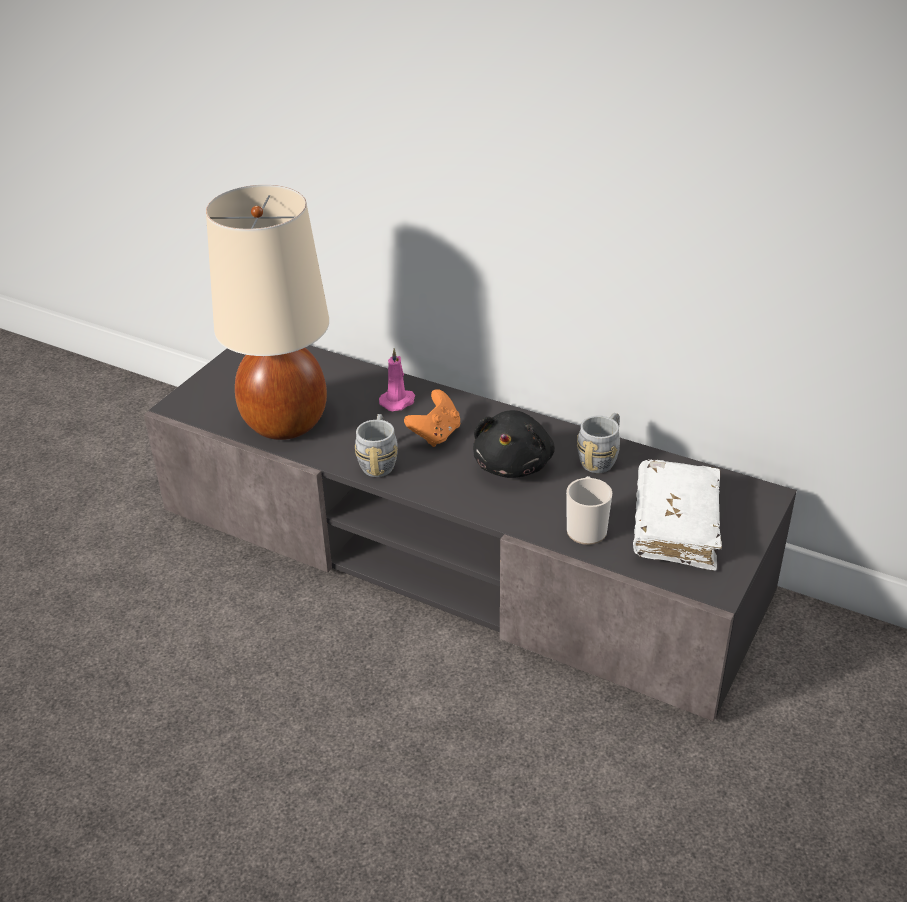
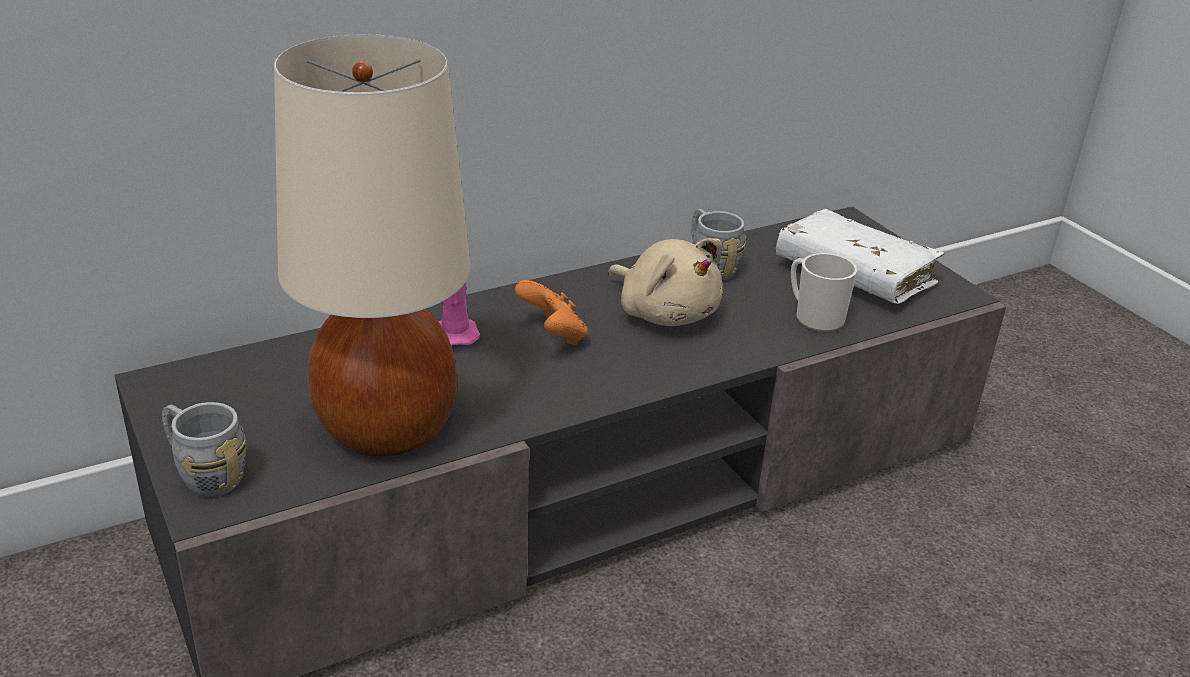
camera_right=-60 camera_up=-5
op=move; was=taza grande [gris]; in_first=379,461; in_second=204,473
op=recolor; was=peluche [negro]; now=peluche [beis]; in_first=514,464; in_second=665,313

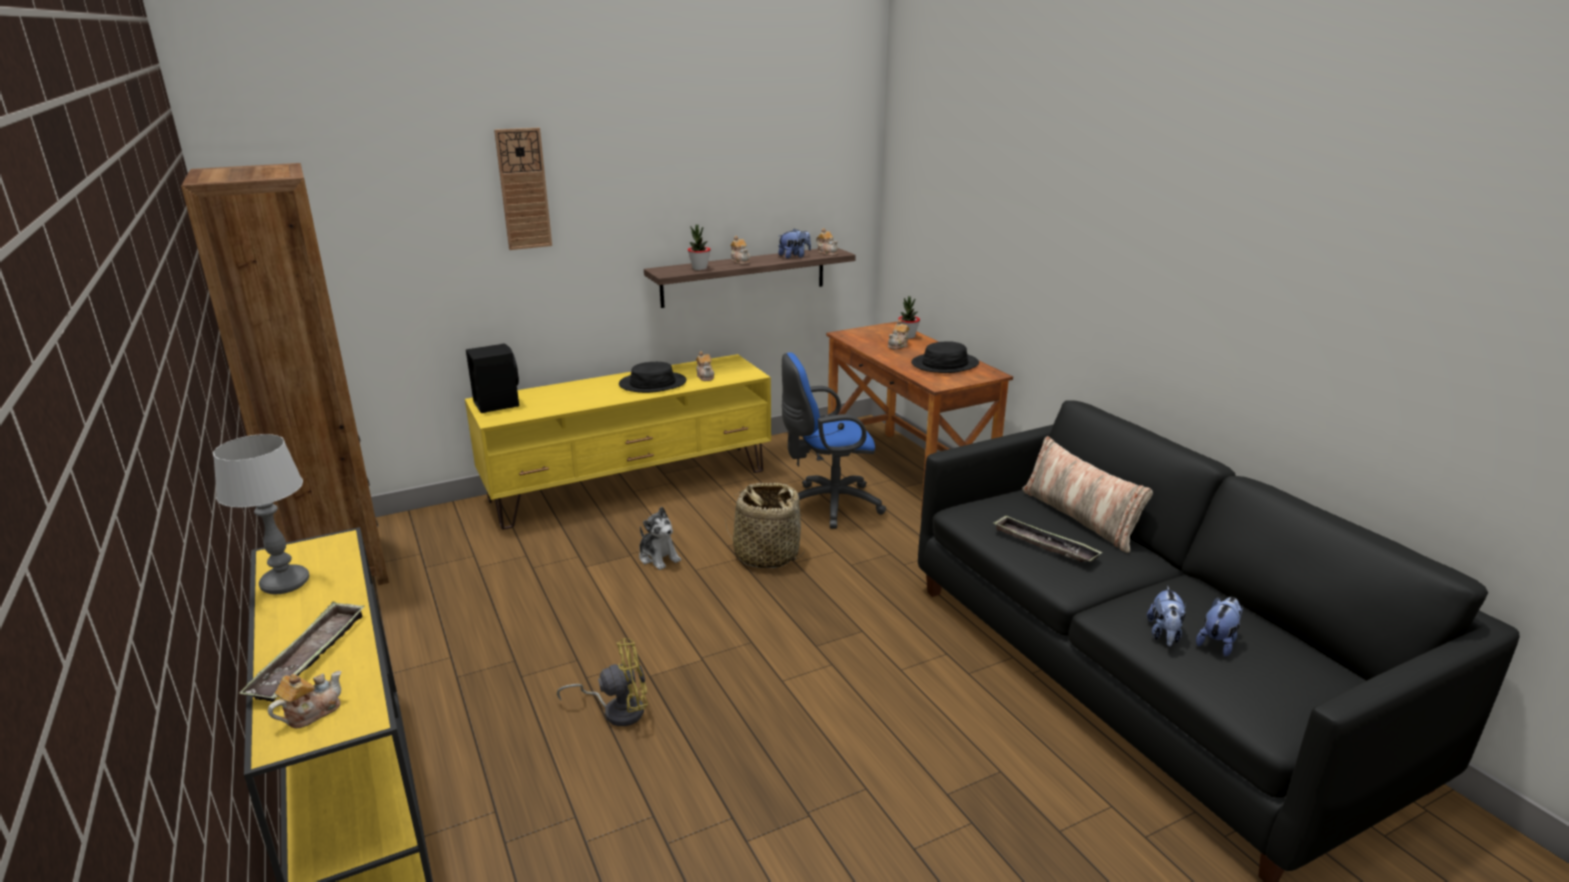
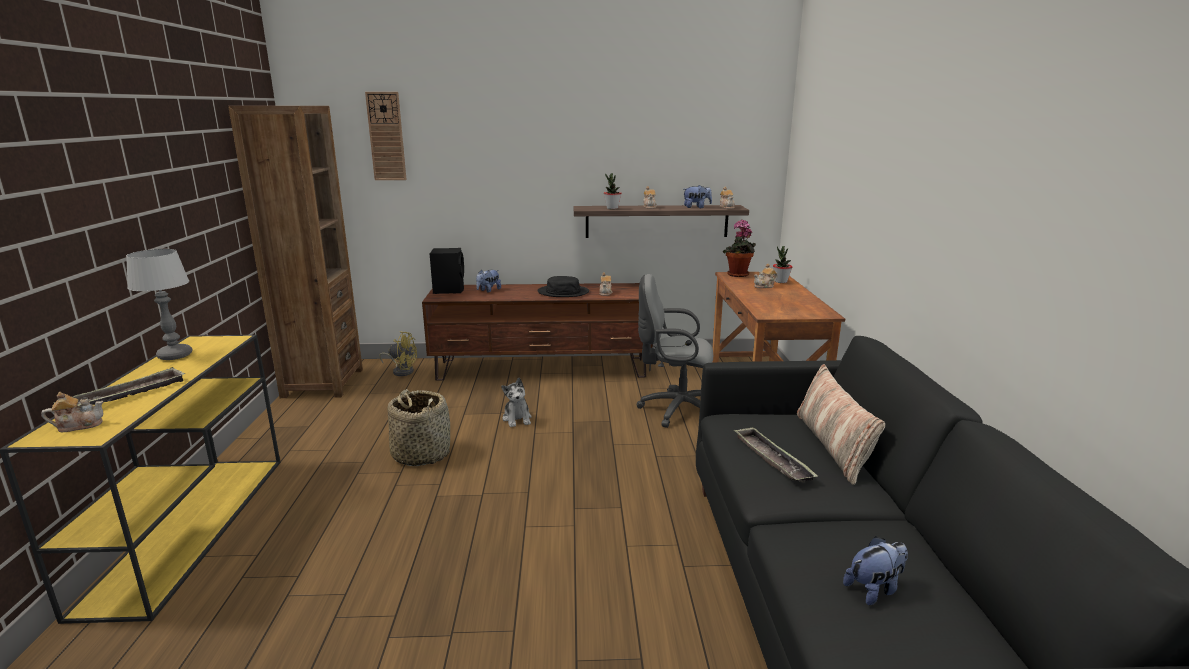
camera_right=25 camera_up=-5
op=recolor; was=mueble de televisión [amarillo]; now=mueble de televisión [marrón]; in_first=631,484; in_second=543,368
op=move; was=reloj de pared; in_first=523,189; in_second=386,136
op=move; was=ventilador [amarillo]; in_first=617,710; in_second=402,371
op=move; was=cesta; in_first=766,554; in_second=421,454
op=recolor; was=silla de oficina [azul]; now=silla de oficina [gris]; in_first=828,505; in_second=675,410
op=delete; was=sombrero [negro]; in_first=945,364
op=move; was=peluche; in_first=1164,635; in_second=488,290
op=insert; now=planta en maceta; in_second=738,275

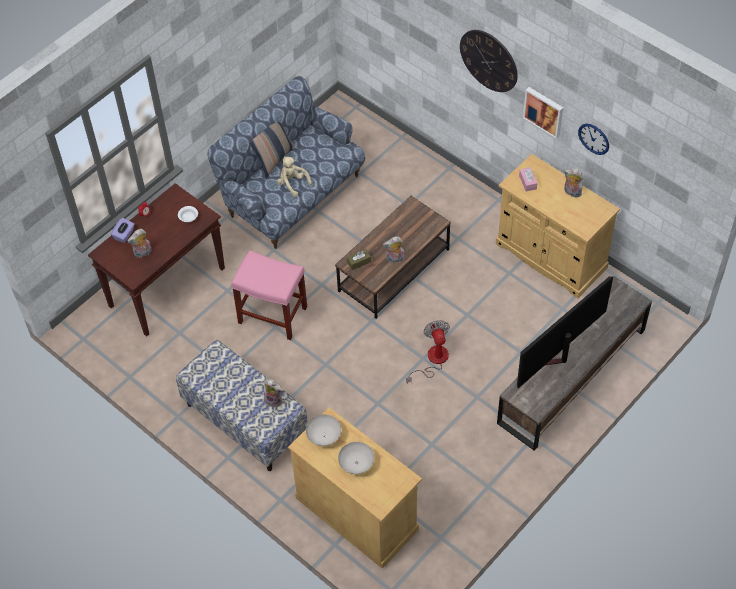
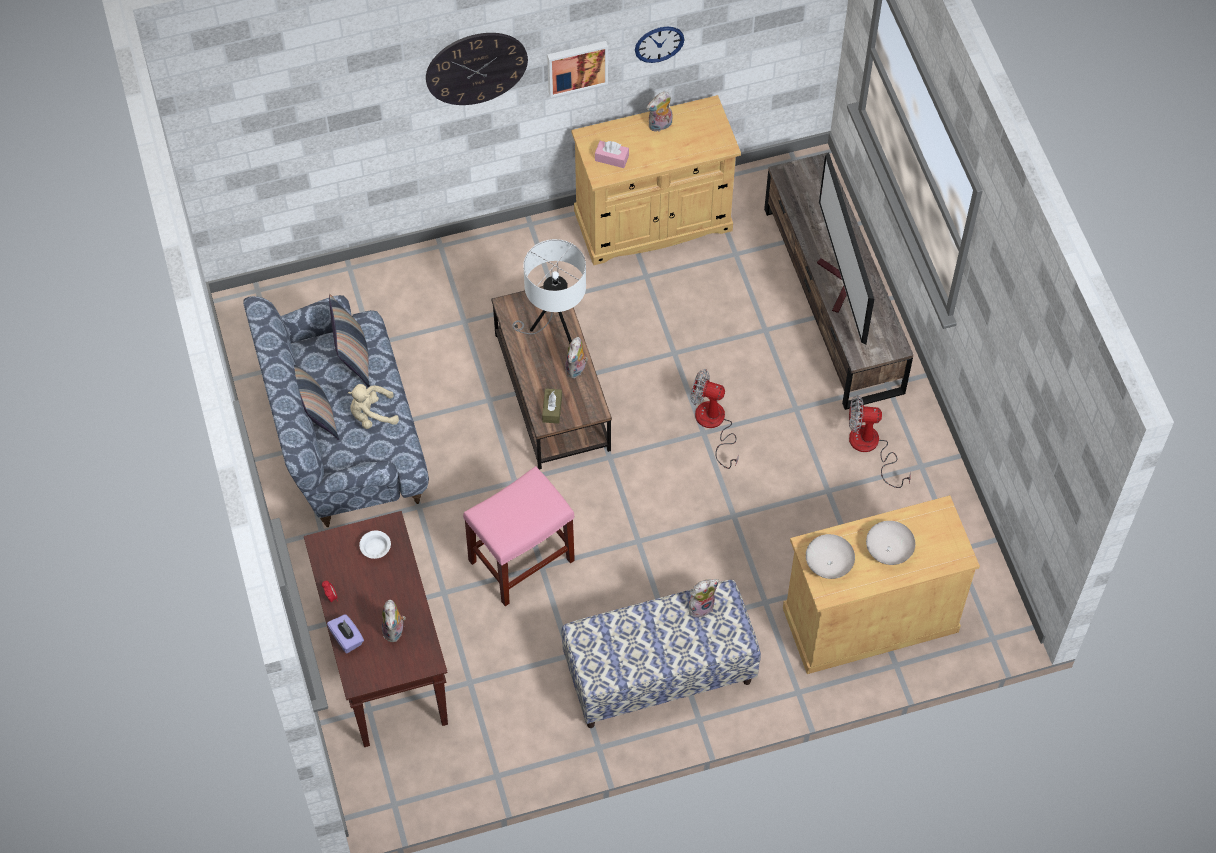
camera_right=-60 camera_up=5
op=insert; now=cojín; in_second=353,358
op=insert; now=lámpara de mesa [blanco]; in_second=553,328
op=insert; now=ventilador; in_second=870,448

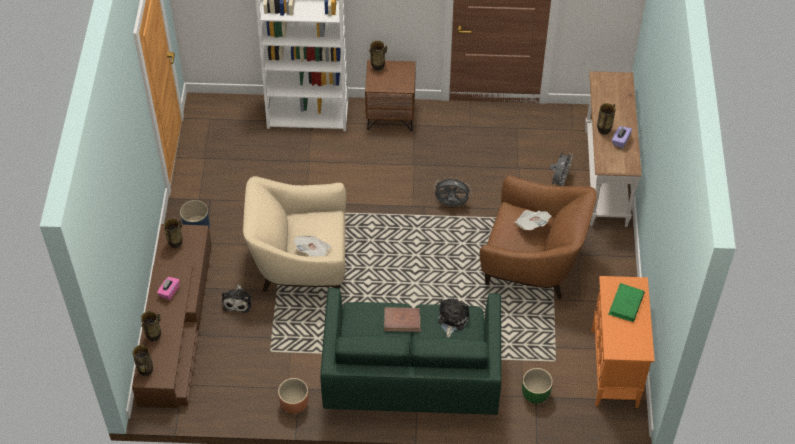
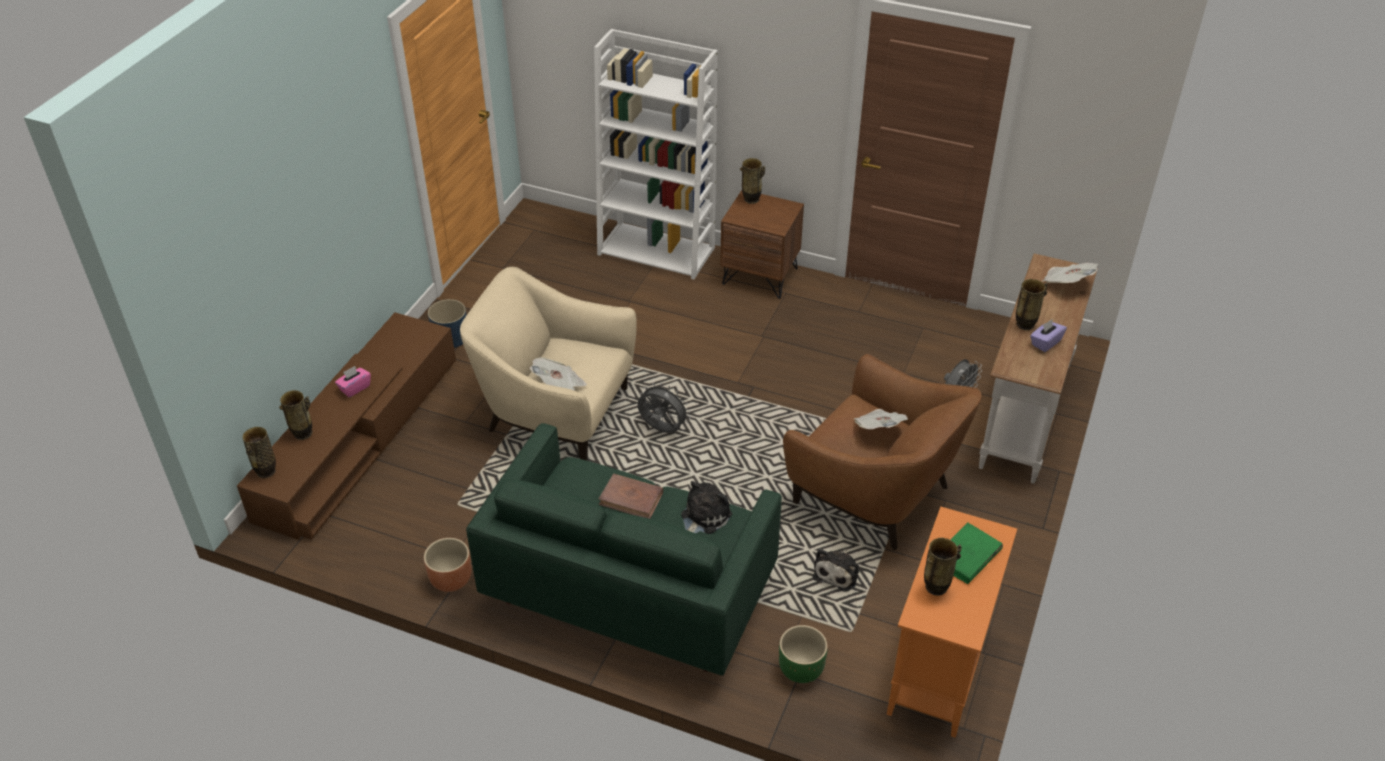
camera_right=20 camera_up=-10
op=move; was=florero; in_first=176,244; in_second=936,587
op=move; was=peluche; in_first=238,301; in_second=838,572
op=move; was=ventilador [gris]; in_first=451,204; in_second=661,430
op=insert; now=periódico; in_second=1066,283

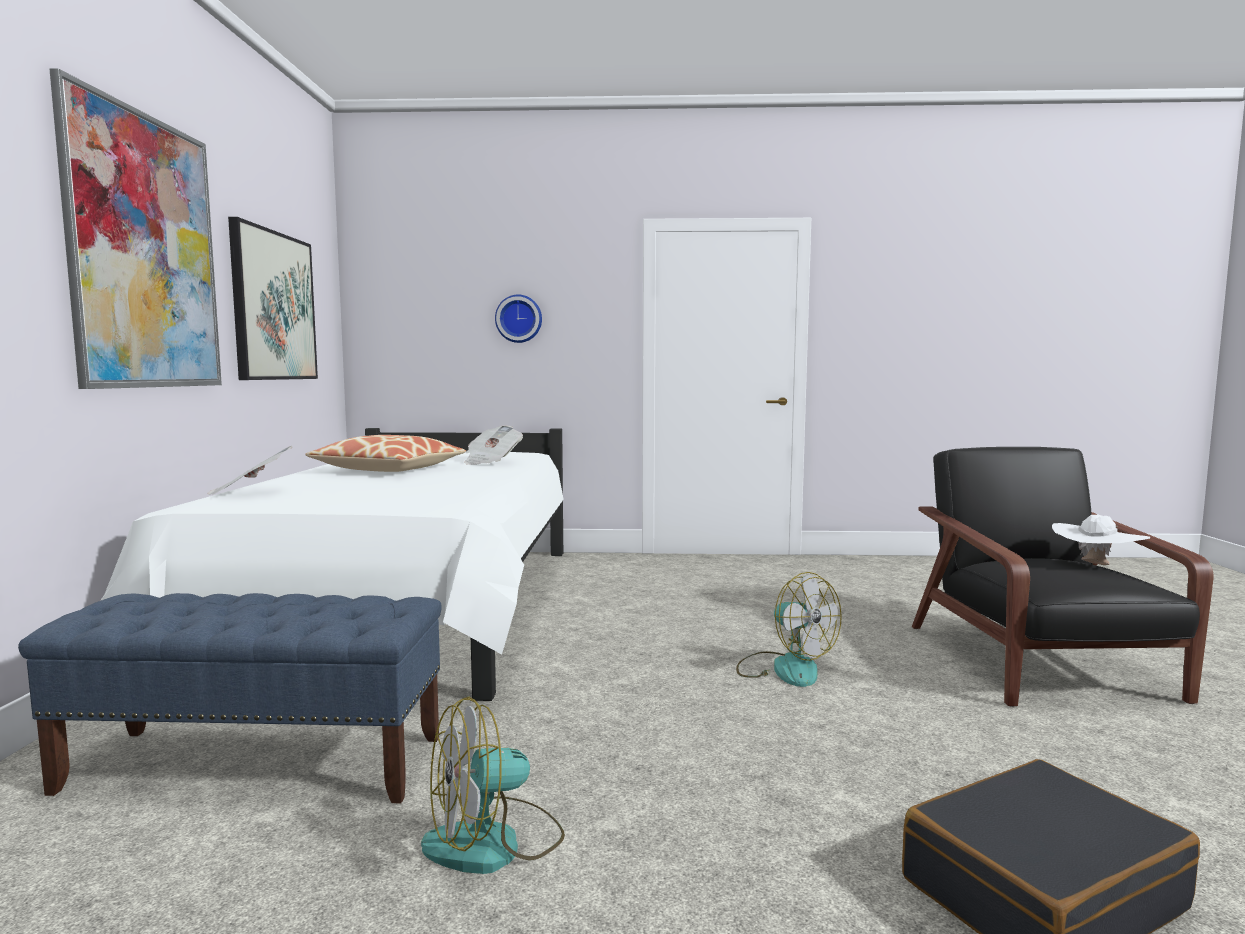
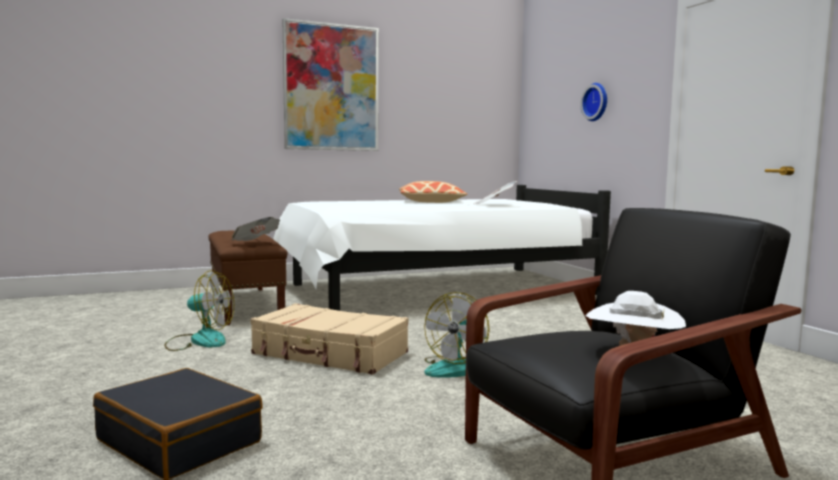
camera_right=65 camera_up=0
op=recolor; was=banco [azul]; now=banco [marrón]; in_first=257,764; in_second=246,305
op=move; was=periódico; in_first=249,493; in_second=255,243
op=delete; was=cuadro; in_first=273,306
op=rotate; was=ventilador; in_first=494,843; in_second=199,341; clockwise=150
op=insert; now=maleta [beis]; in_second=330,354

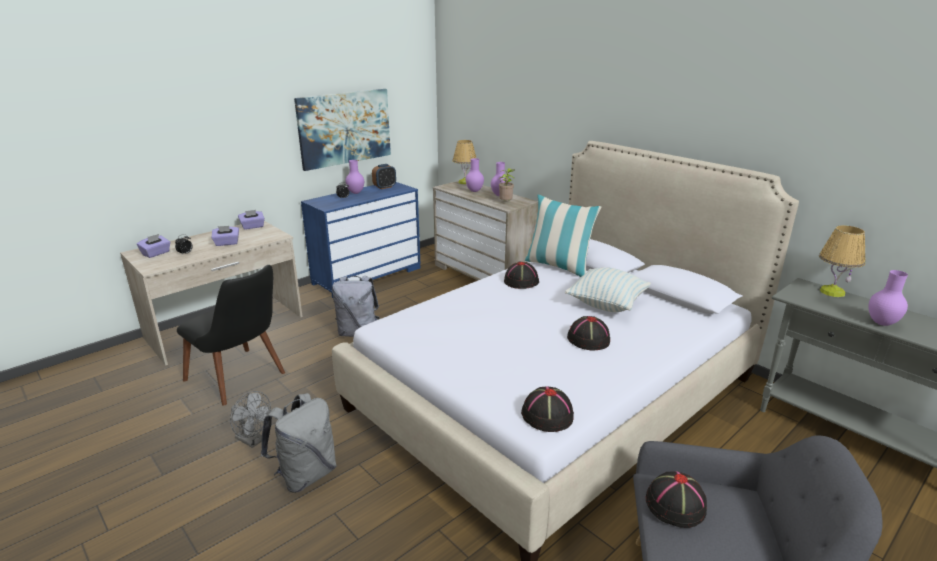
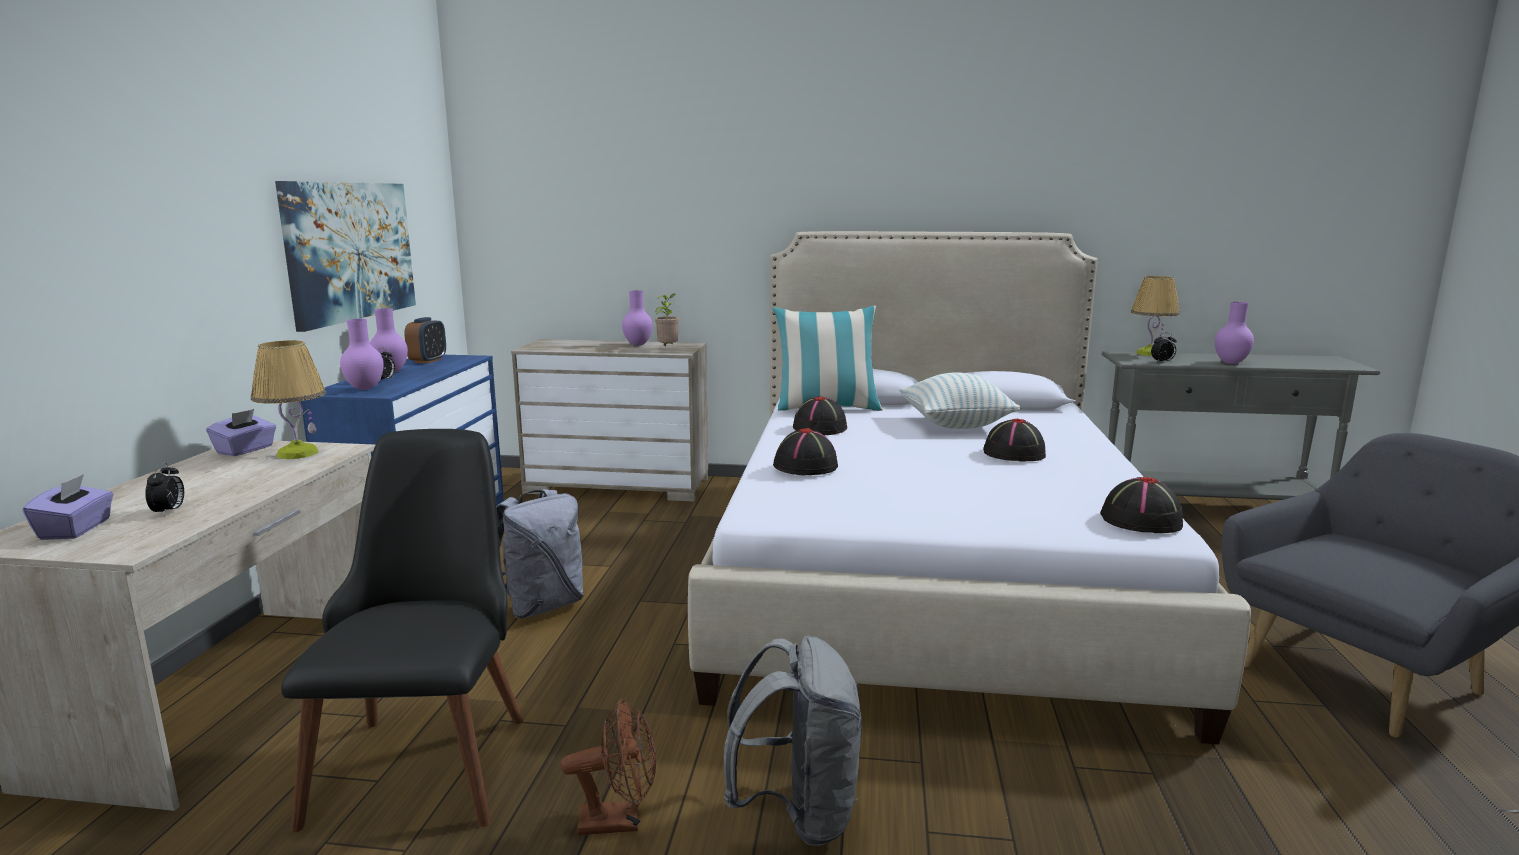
camera_right=-40 camera_up=-10
op=rotate; was=silla [negro]; in_first=243,380; in_second=429,750; clockwise=-90
op=delete; was=caja de pañuelos [morado]; in_first=227,243
op=recolor; was=ventilador [gris]; now=ventilador [marrón]; in_first=253,440; in_second=619,821
op=move; was=lámpara de mesa; in_first=464,182; in_second=297,453
op=move; was=florero [morado]; in_first=475,191; in_second=365,388
op=move; was=sombrero [negro]; in_first=675,505; in_second=806,466
op=insert; now=despertador; in_second=1162,362

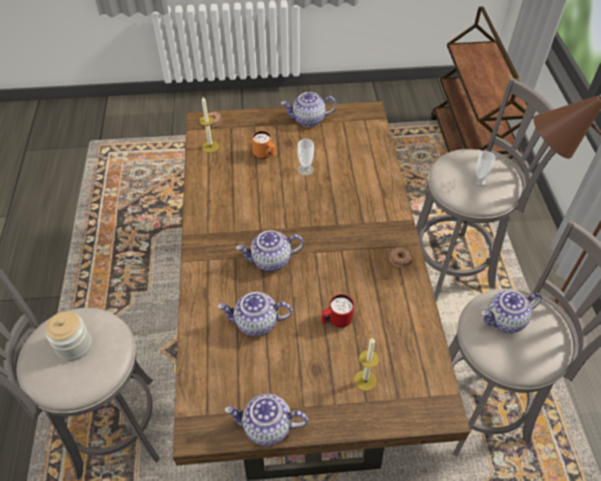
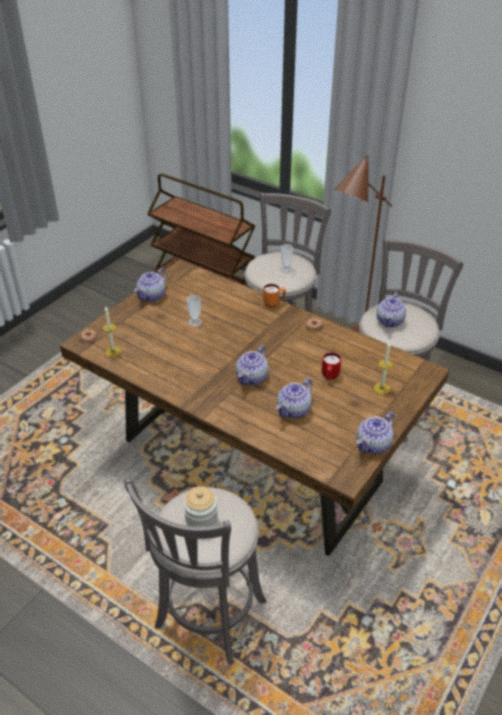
camera_right=-50 camera_up=-10
op=move; was=taza grande [naranja]; in_first=265,155; in_second=274,303

